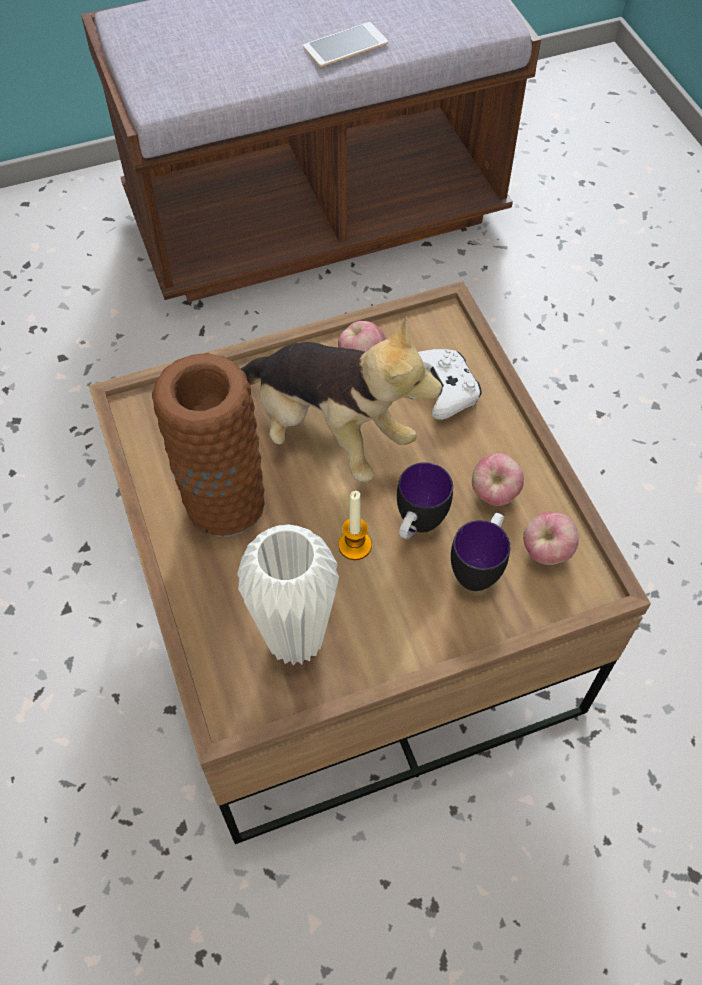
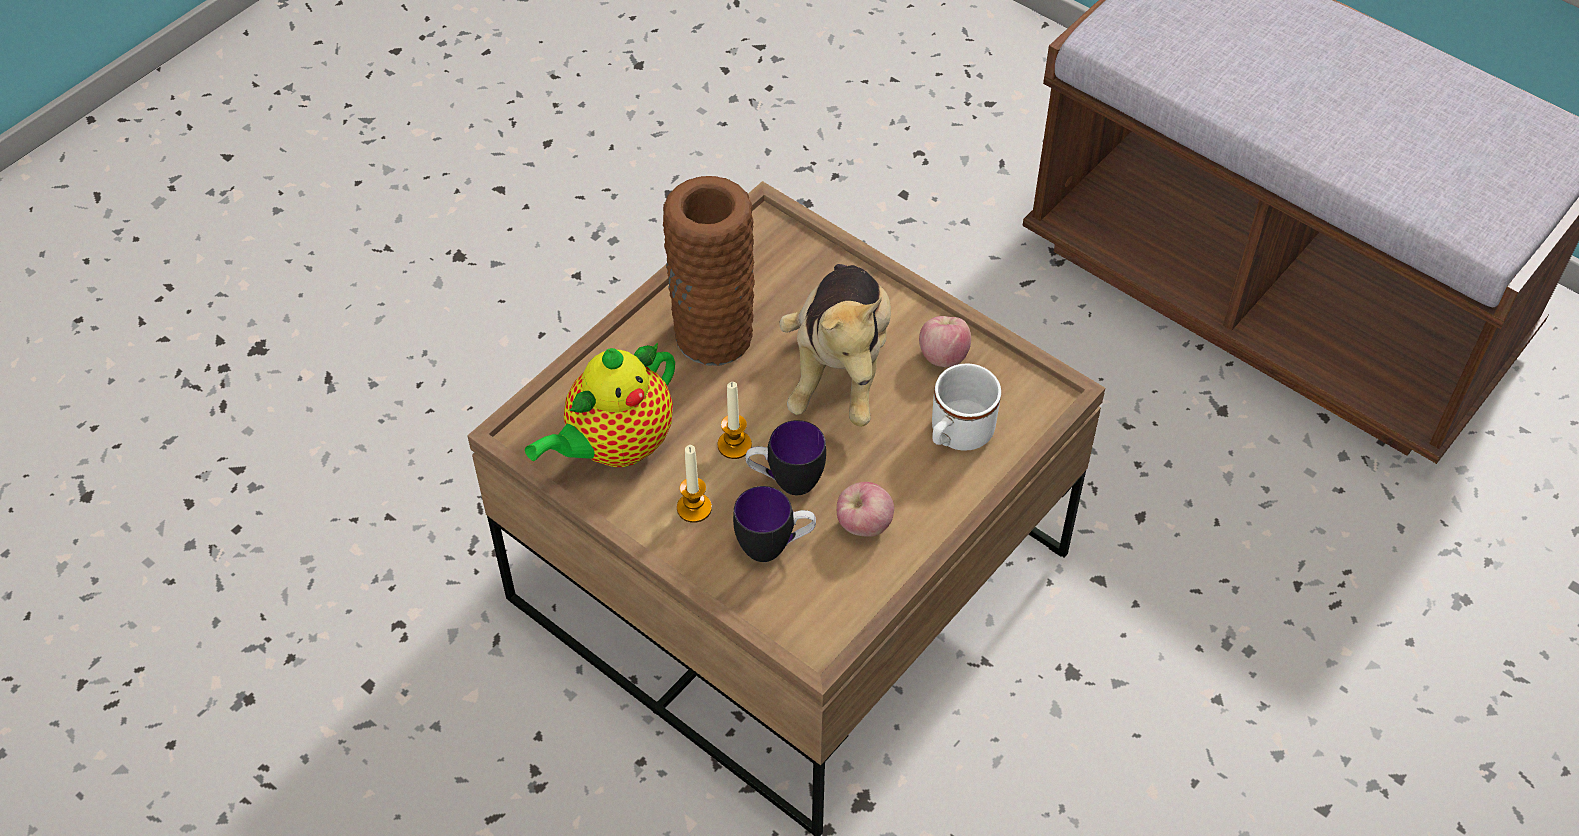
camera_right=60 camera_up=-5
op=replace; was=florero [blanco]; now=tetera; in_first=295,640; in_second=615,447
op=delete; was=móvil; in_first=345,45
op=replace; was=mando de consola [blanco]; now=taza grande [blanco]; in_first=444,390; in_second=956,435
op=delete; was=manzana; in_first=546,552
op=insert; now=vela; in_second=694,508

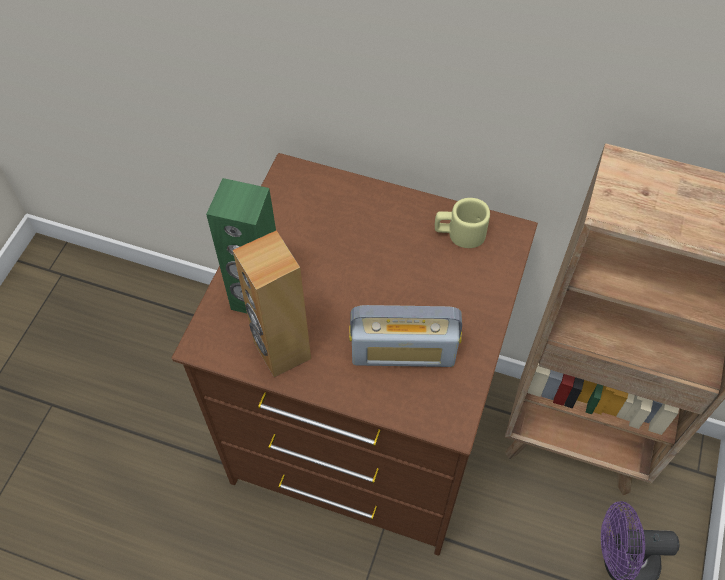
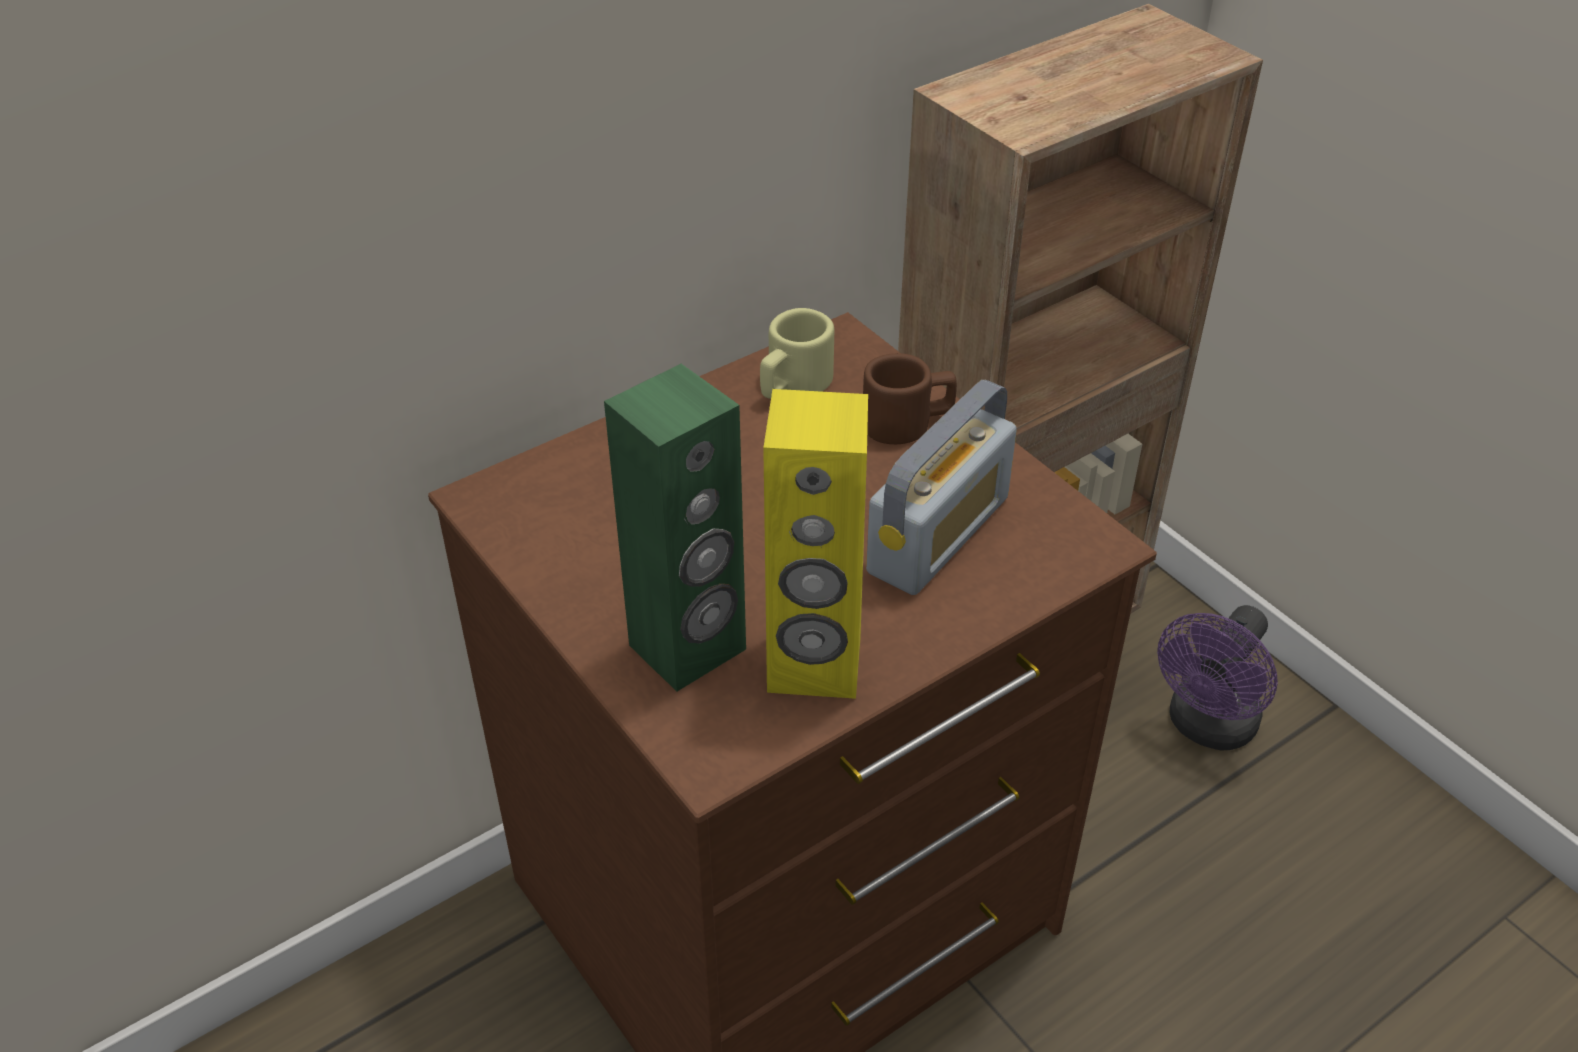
camera_right=-55 camera_up=-15
op=recolor; was=altavoz [marrón]; now=altavoz [amarillo]; in_first=281,350; in_second=814,666
op=insert; now=taza grande [marrón]; in_second=908,423

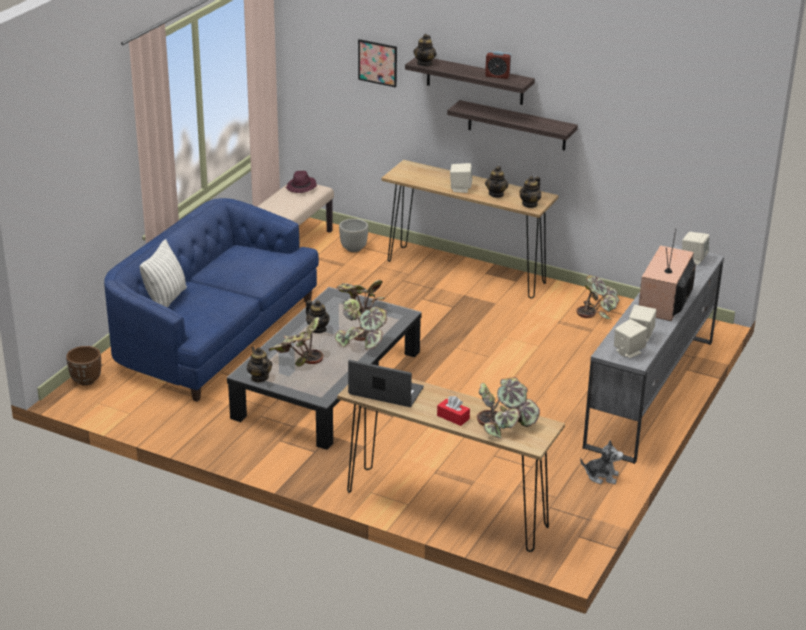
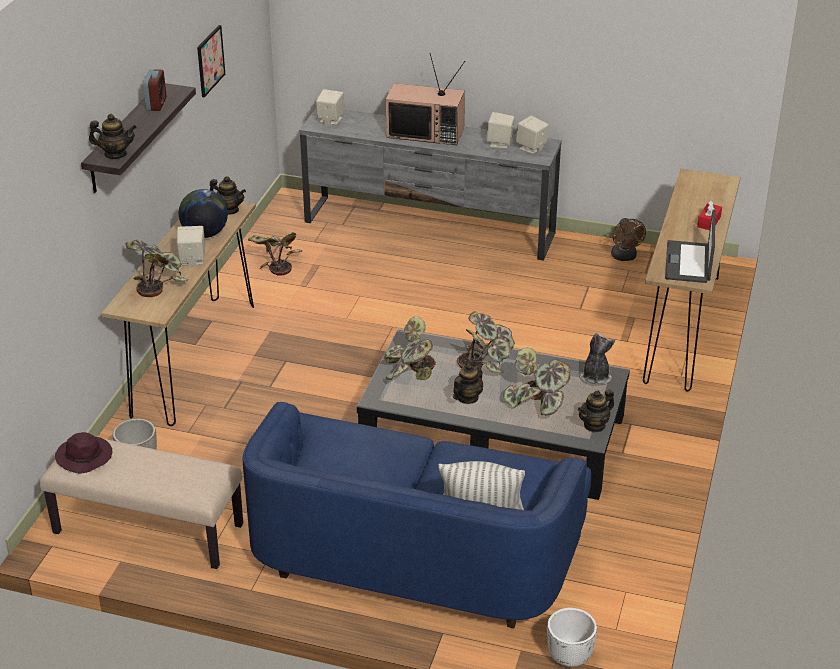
camera_right=-100 camera_up=5
op=recolor; was=maceta [marrón]; now=maceta [blanco]; in_first=86,381; in_second=569,657
op=move; was=cuadro; in_first=377,63; in_second=210,60
op=delete; was=estante; in_first=517,126
op=move; was=planta en maceta; in_first=505,425; in_second=158,280
op=replace; was=tetera; now=globo terráqueo; in_first=496,194; in_second=205,234
op=move; was=peluche; in_first=601,476; in_second=595,376
op=insert; now=ventilador [marrón]; in_second=625,257

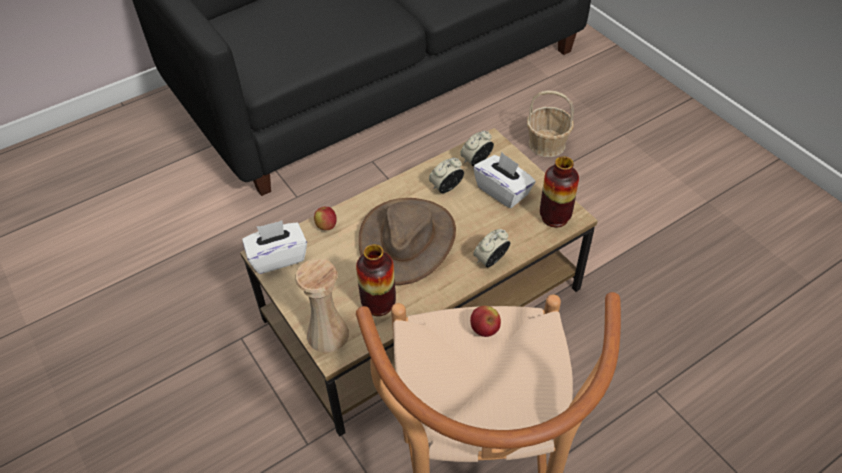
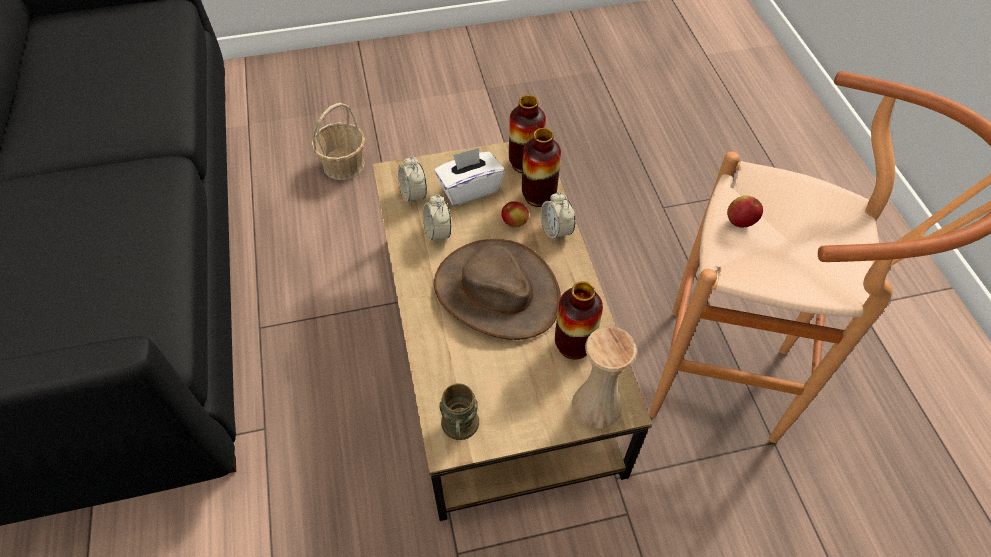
camera_right=-70 camera_up=5
op=replace; was=caja de pañuelos [blanco]; now=taza grande [marrón]; in_first=278,257; in_second=460,429
op=move; was=manzana; in_first=326,226; in_second=514,222
op=insert; now=florero; in_second=538,196

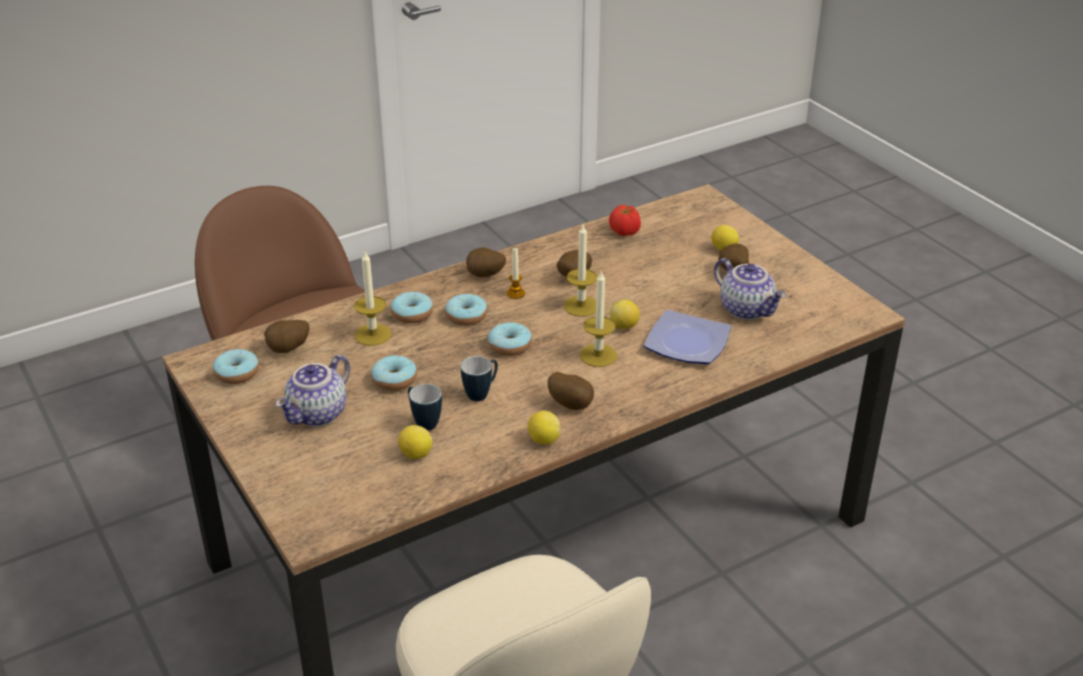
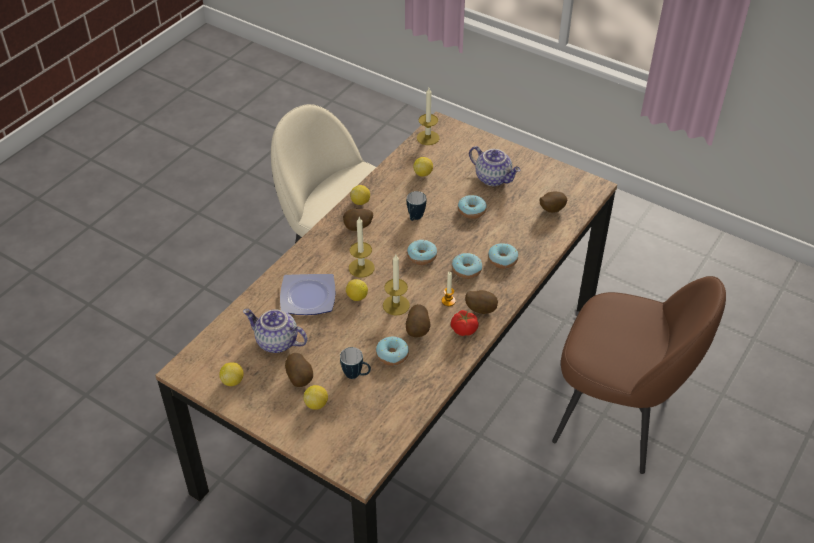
camera_right=155 camera_up=10
op=move; was=rosquilla; in_first=237,373; in_second=392,355
op=rotate; was=tetera; in_first=318,415; in_second=493,178; clockwise=120
op=move; was=vela; in_first=373,334; in_second=428,138
op=move; was=taza grande; in_first=423,422; in_second=356,375
op=move; was=tomate; in_first=624,232; in_second=464,330
op=insert; now=limón; in_second=233,381

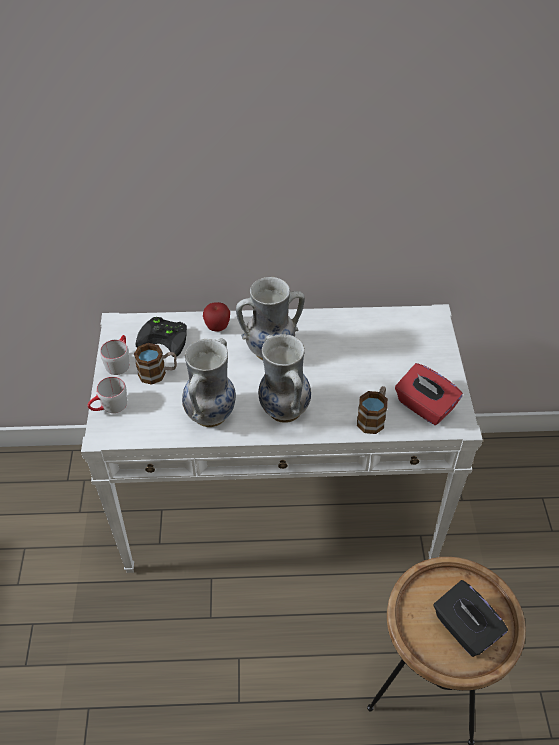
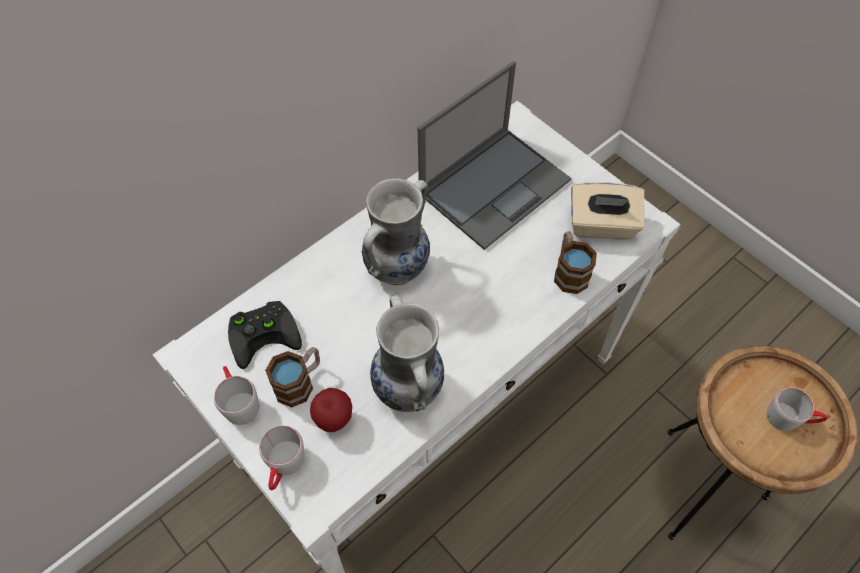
camera_right=-40 camera_up=10
op=move; was=manzana; in_first=217,327; in_second=334,420
op=delete; was=florero; in_first=283,410
op=recolor; was=caja de pañuelos [rojo]; now=caja de pañuelos [beis]; in_first=424,406; in_second=601,226
op=replace; was=caja de pañuelos [negro]; now=taza grande [gris]; in_first=464,629; in_second=790,418
op=insert; now=portátil; in_second=495,186

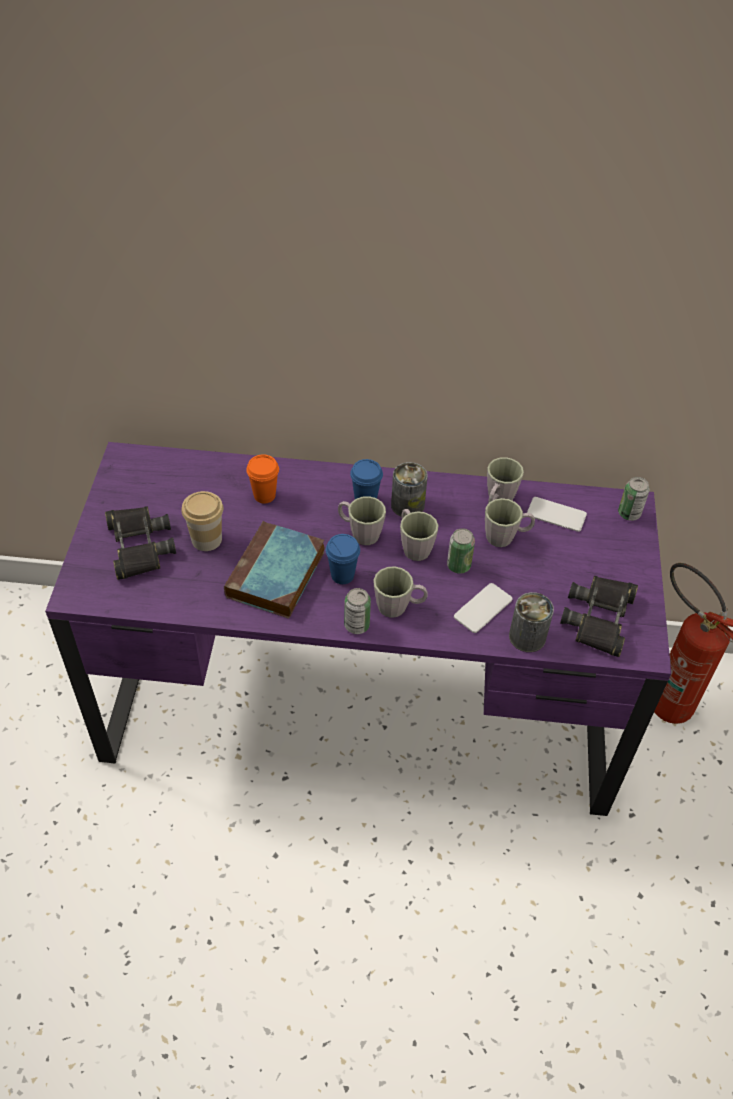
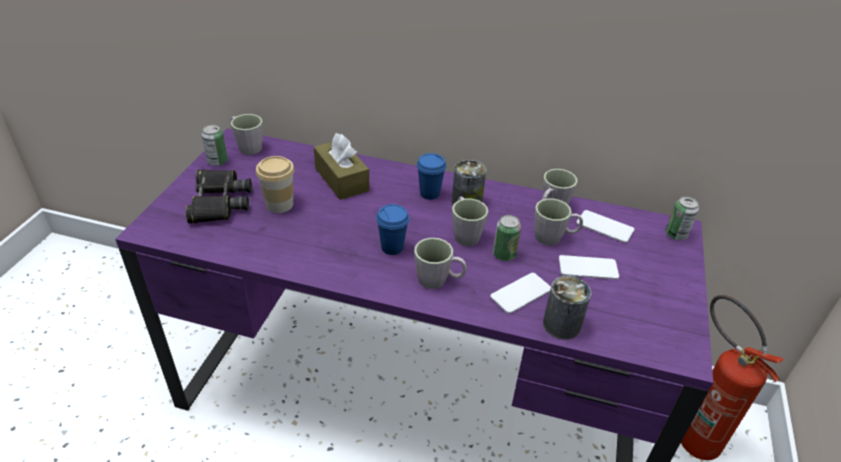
camera_right=10 camera_up=-10
op=delete; was=libro; in_first=275,576
op=replace; was=taza [naranja]; now=caja de pañuelos [marrón]; in_first=264,495; in_second=341,179
op=move; was=taza grande [gris]; in_first=360,532; in_second=247,146
op=move; was=lata; in_first=357,625; in_second=217,161
op=delete; was=prismáticos [negro]; in_first=599,618
op=insert; now=móvil; in_second=588,268

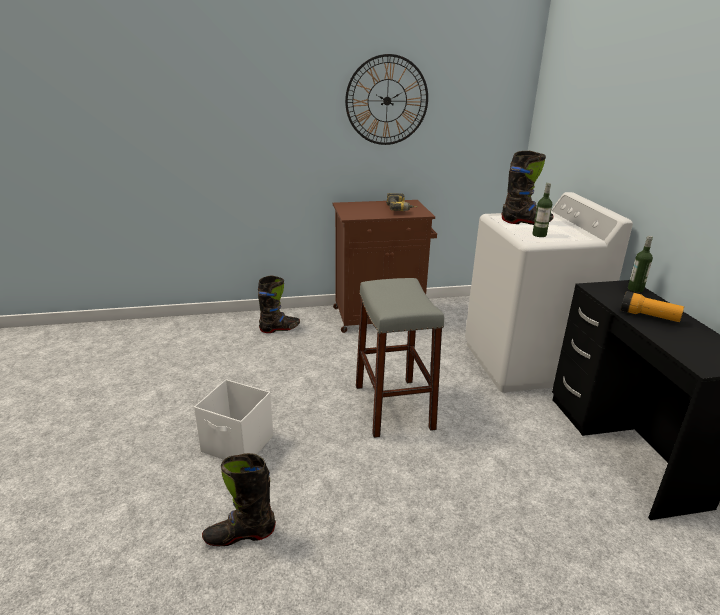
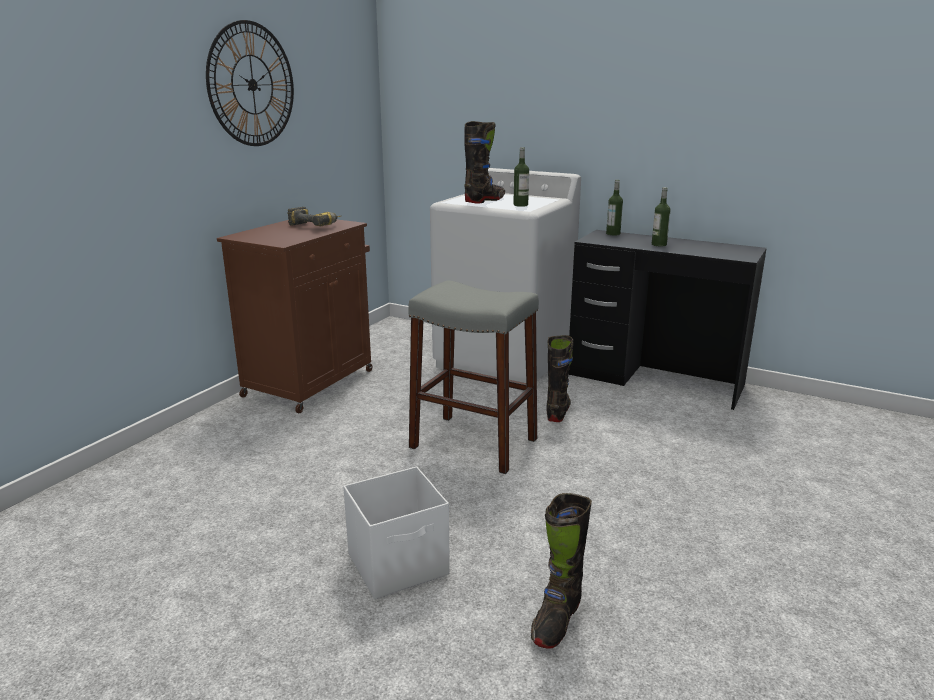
camera_right=-50 camera_up=-5
op=move; was=bota [negro]; in_first=280,328; in_second=558,411
op=replace; was=linterna; now=botella; in_first=649,316; in_second=659,244

